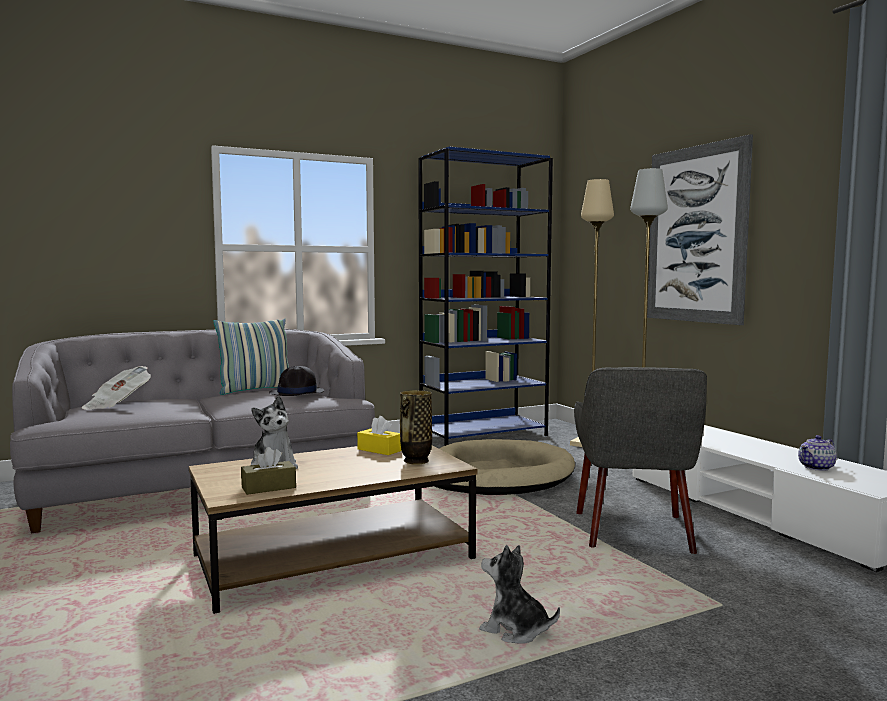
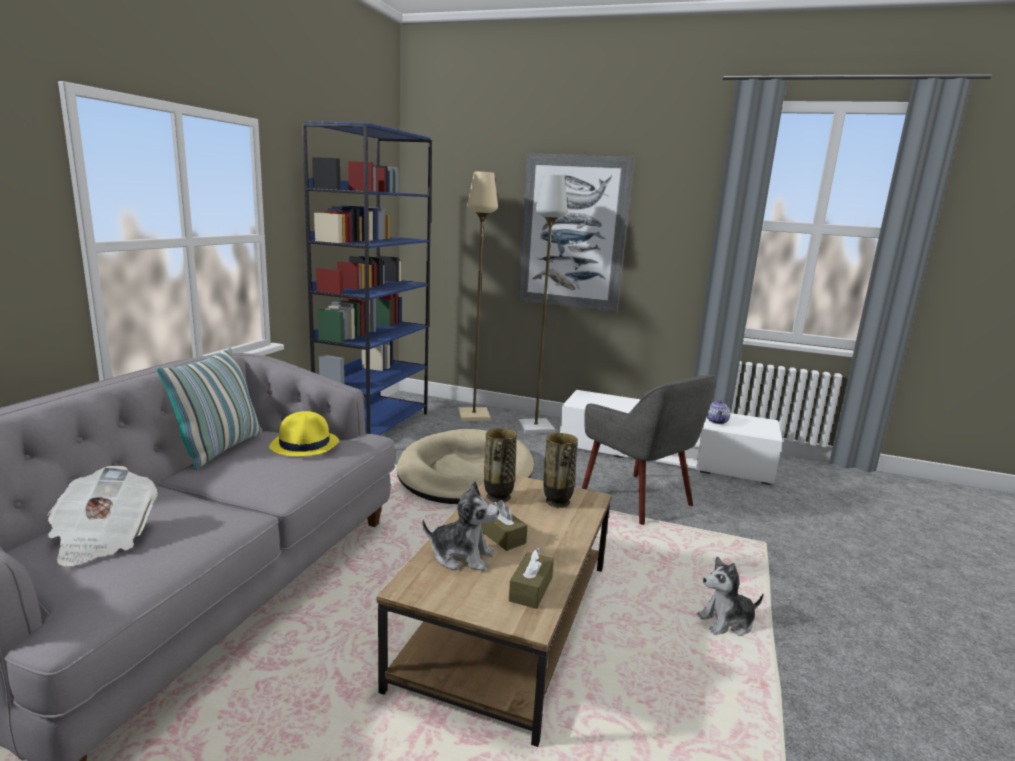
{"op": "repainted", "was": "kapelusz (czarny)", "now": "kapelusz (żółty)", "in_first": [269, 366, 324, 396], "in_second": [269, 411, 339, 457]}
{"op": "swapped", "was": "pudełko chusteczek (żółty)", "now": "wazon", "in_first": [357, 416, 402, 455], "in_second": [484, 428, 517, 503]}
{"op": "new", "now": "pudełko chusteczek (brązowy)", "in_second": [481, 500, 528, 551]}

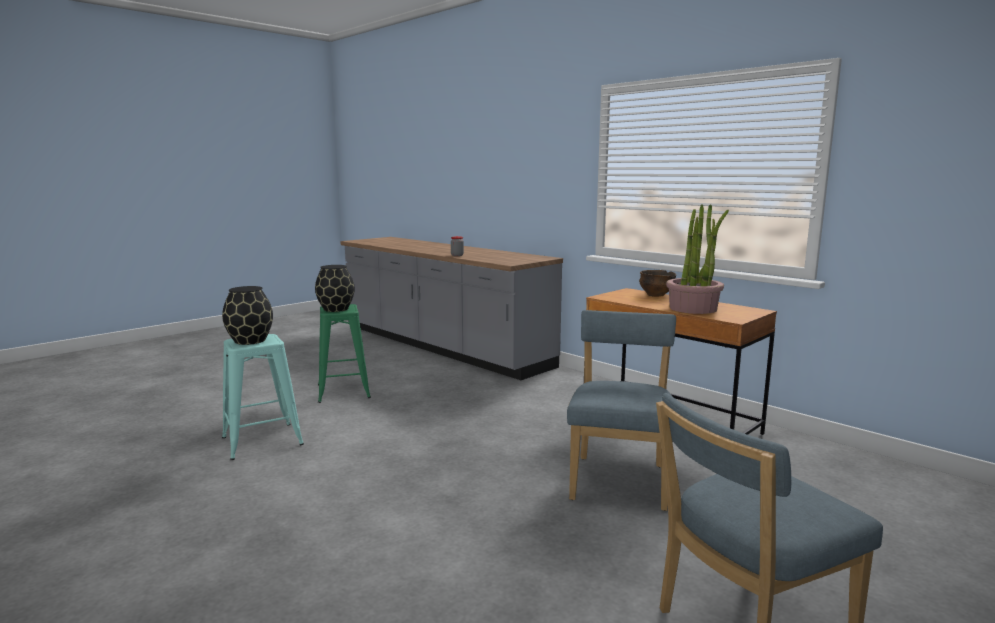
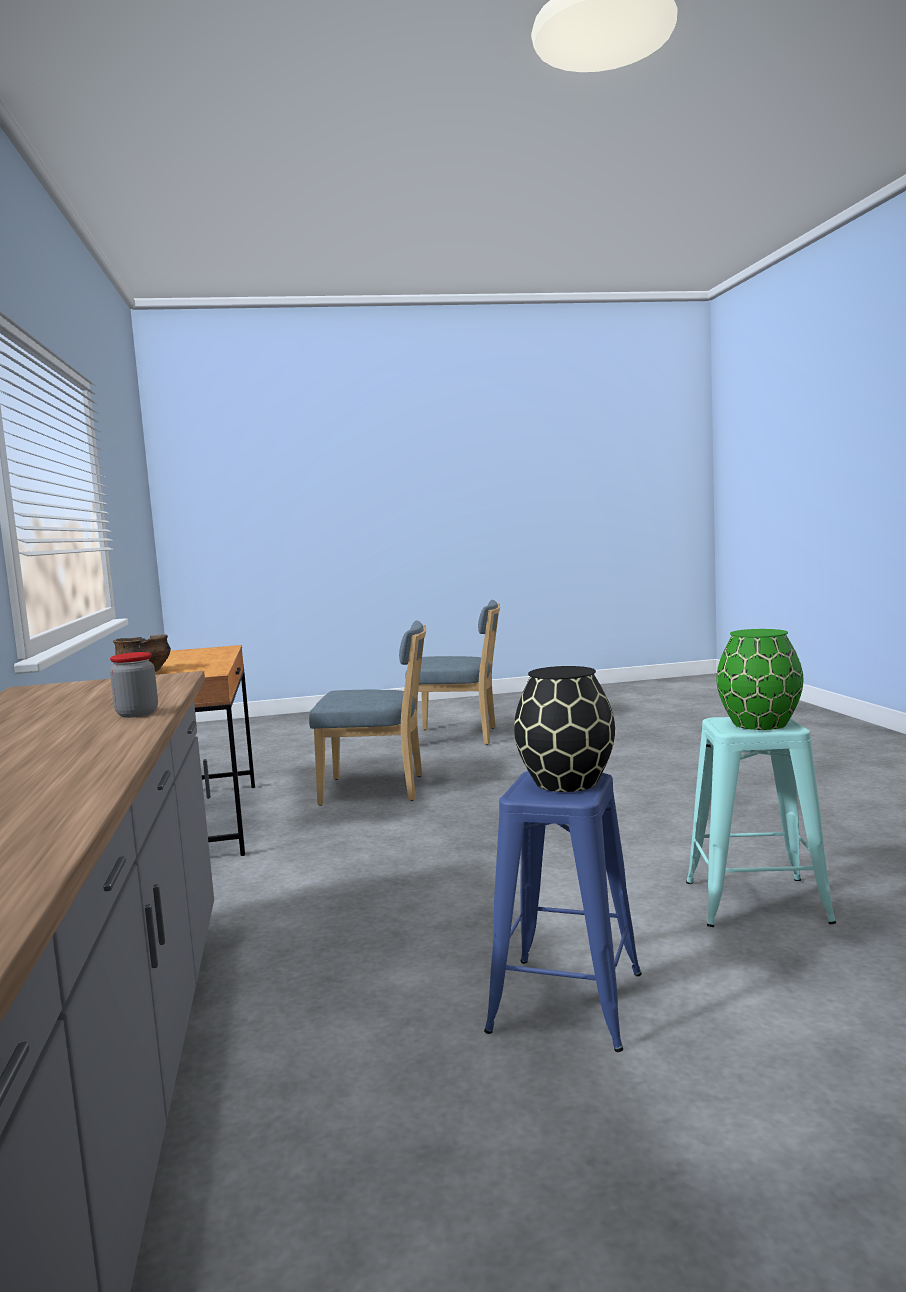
{"op": "gone", "was": "roślina doniczkowa", "in_first": [666, 204, 729, 314]}
{"op": "repainted", "was": "wazon (czarny)", "now": "wazon (zielony)", "in_first": [222, 286, 273, 345], "in_second": [716, 629, 803, 730]}
{"op": "repainted", "was": "stołek (zielony)", "now": "stołek (niebieski)", "in_first": [318, 304, 371, 403], "in_second": [484, 771, 642, 1052]}
{"op": "rotated", "was": "krzesło (niebieski)", "in_first": [567, 310, 676, 511], "in_second": [309, 620, 426, 806], "clockwise": -135}

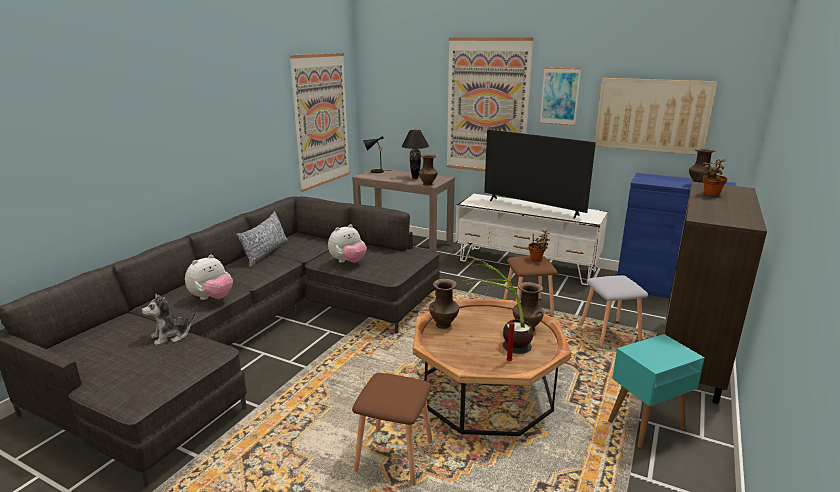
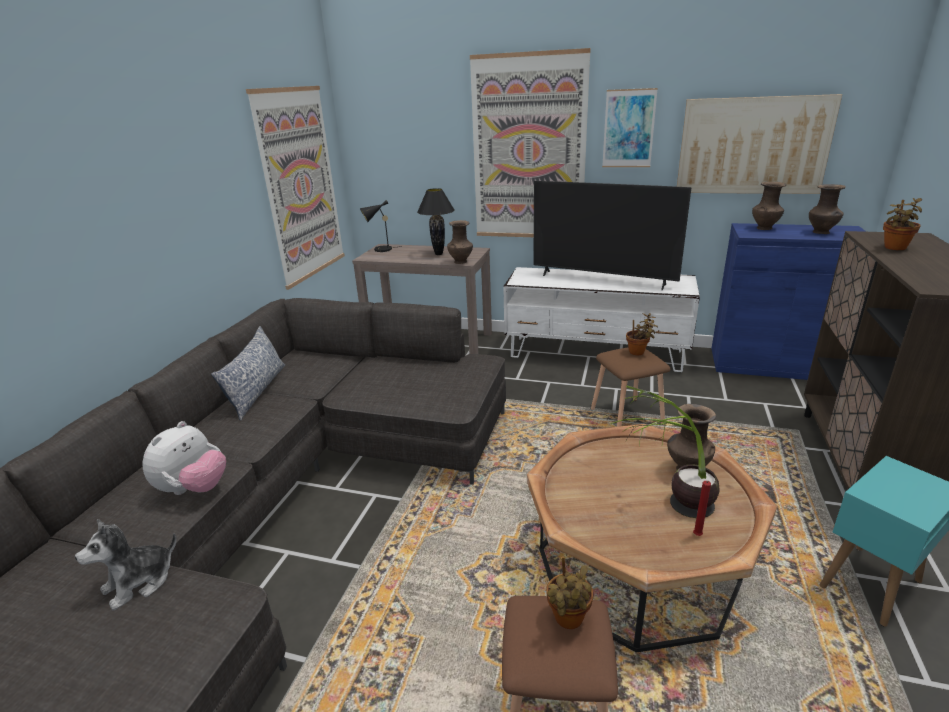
{"op": "gone", "was": "pluszak", "in_first": [328, 224, 367, 263]}
{"op": "gone", "was": "stołek (szary)", "in_first": [580, 275, 648, 347]}
{"op": "shifted", "was": "wazon (brązowy)", "in_first": [429, 279, 459, 329], "in_second": [752, 182, 786, 230]}
{"op": "new", "now": "roślina doniczkowa", "in_second": [546, 556, 593, 629]}

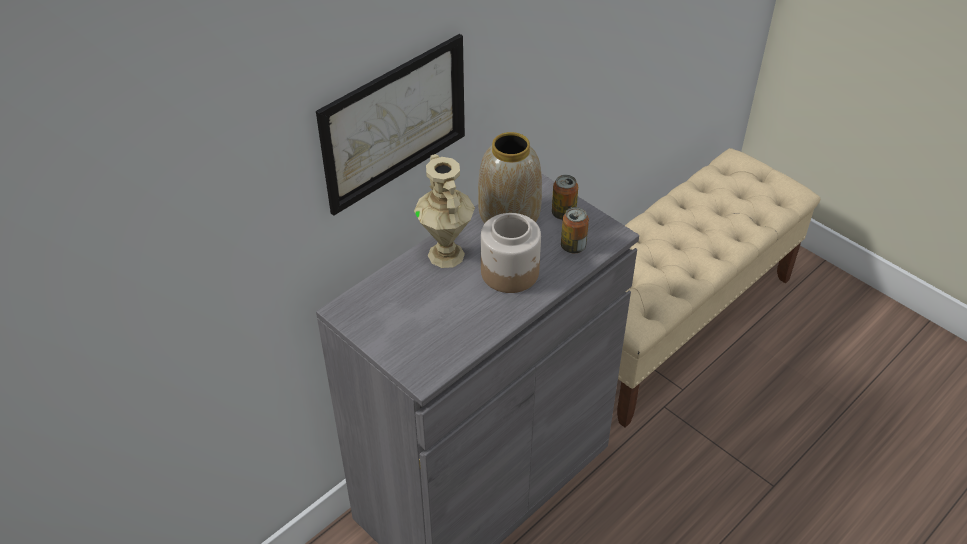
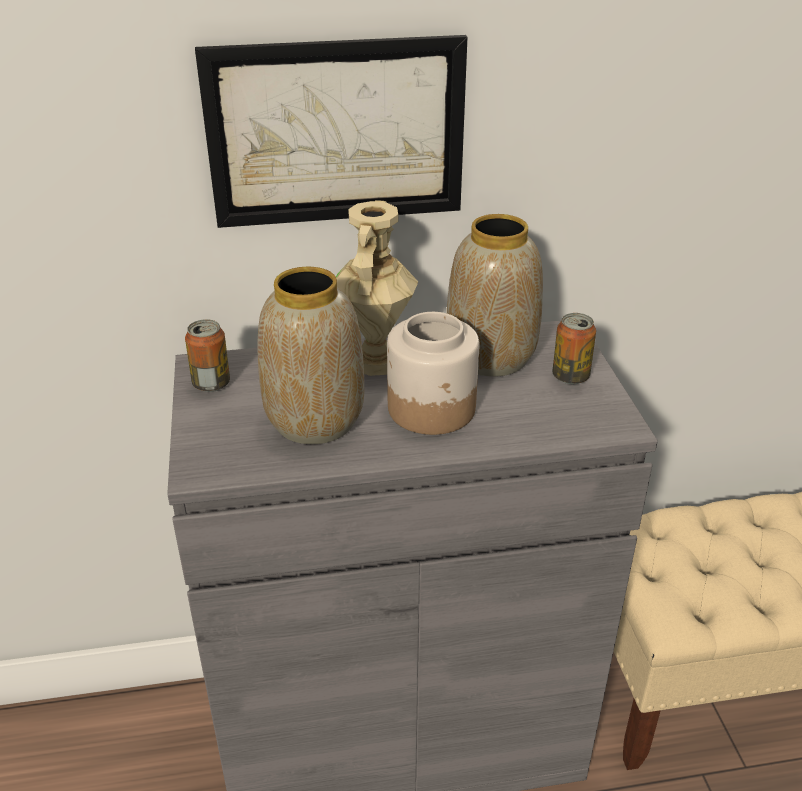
{"op": "shifted", "was": "puszka", "in_first": [561, 207, 589, 254], "in_second": [185, 319, 230, 392]}
{"op": "new", "now": "wazon", "in_second": [257, 267, 364, 444]}

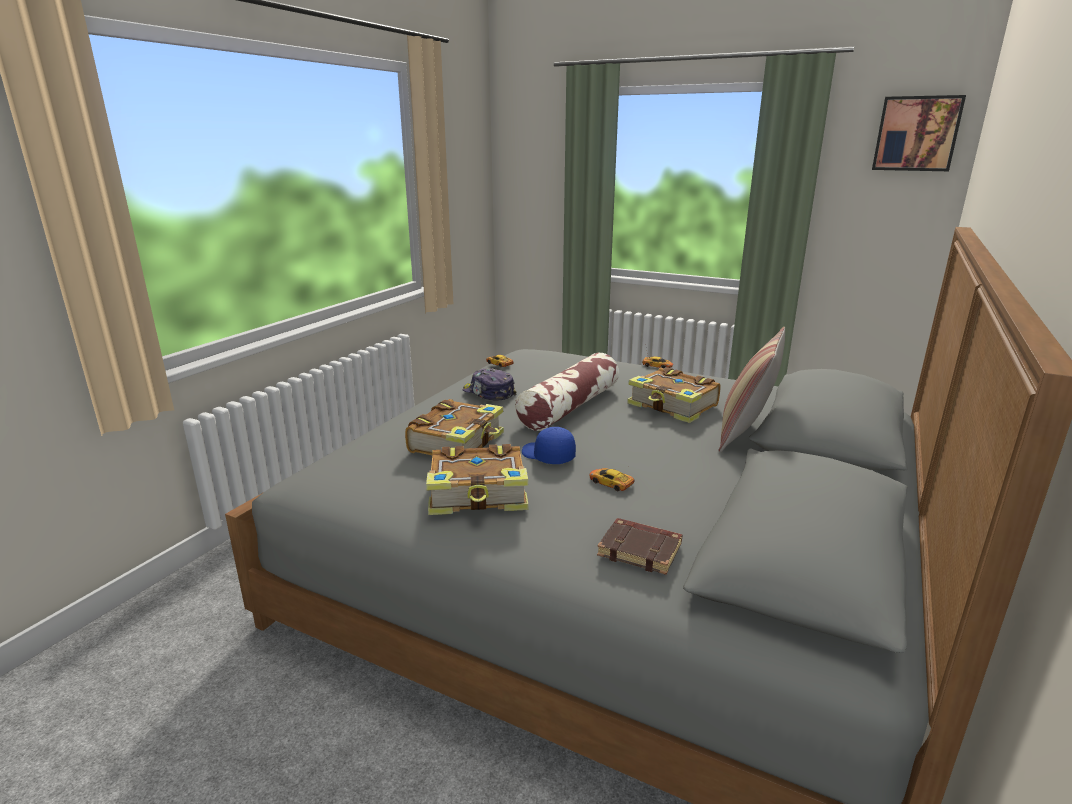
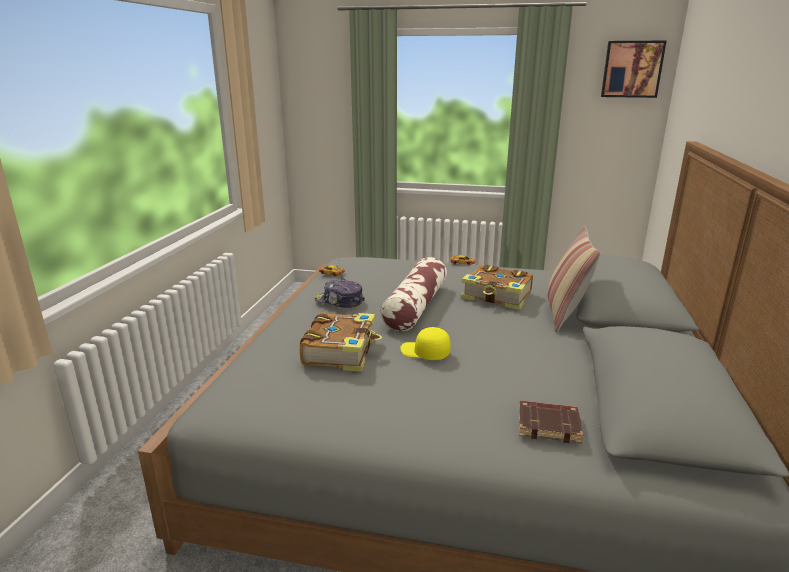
{"op": "repainted", "was": "czapka z daszkiem (niebieski)", "now": "czapka z daszkiem (żółty)", "in_first": [522, 427, 576, 464], "in_second": [400, 327, 451, 360]}
{"op": "gone", "was": "książka", "in_first": [426, 444, 528, 515]}
{"op": "gone", "was": "samochodzik", "in_first": [589, 467, 635, 491]}

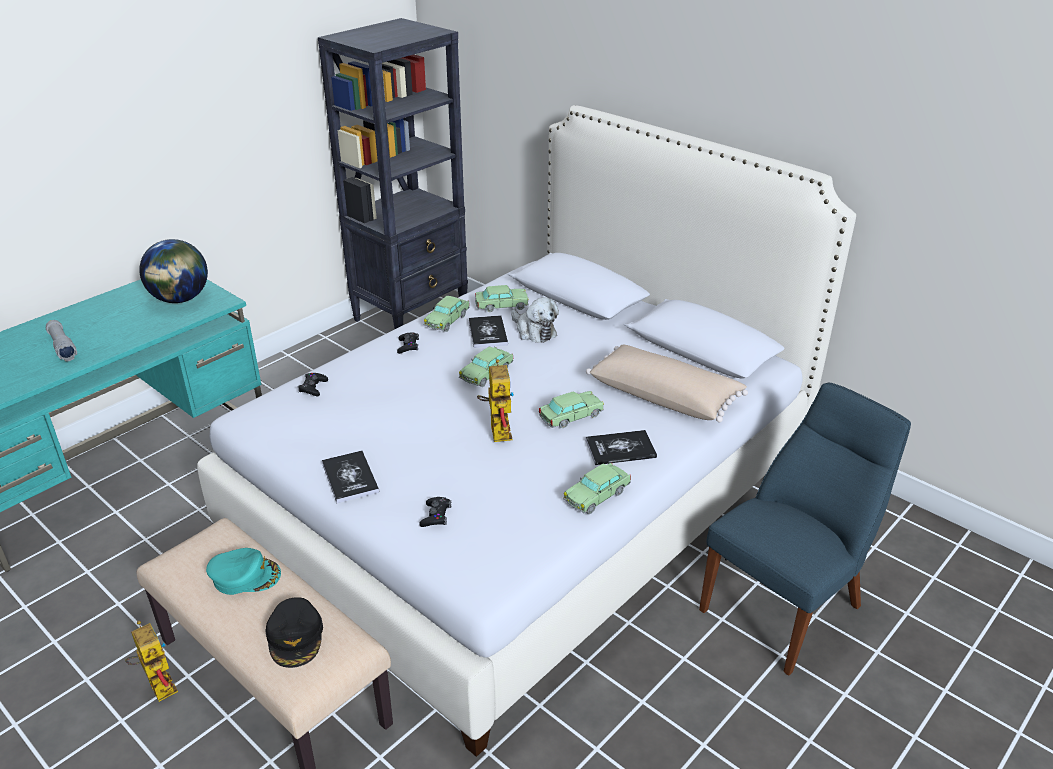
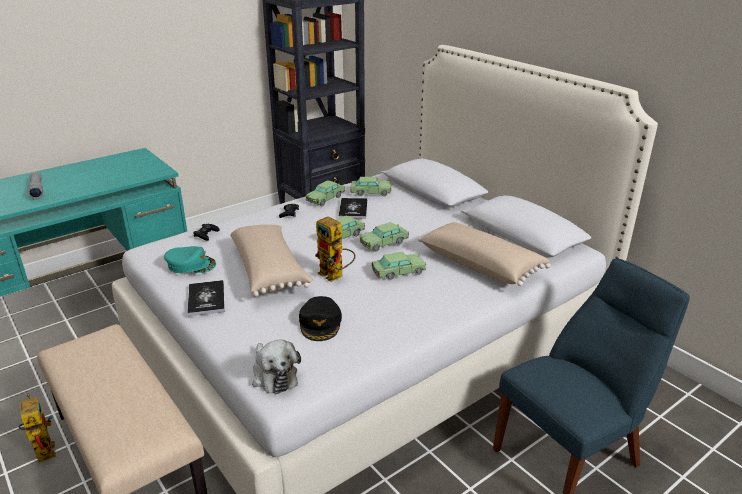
{"op": "gone", "was": "globus", "in_first": [139, 239, 208, 303]}
{"op": "shifted", "was": "pluszak", "in_first": [511, 297, 559, 343], "in_second": [252, 340, 301, 394]}
{"op": "rotated", "was": "robot zabawkowy", "in_first": [477, 359, 514, 442], "in_second": [315, 216, 356, 282], "clockwise": 135}
{"op": "gone", "was": "książka", "in_first": [585, 430, 657, 465]}
{"op": "shifted", "was": "samochodzik", "in_first": [563, 463, 631, 514], "in_second": [360, 222, 409, 252]}
{"op": "gone", "was": "pad do gier (czarny)", "in_first": [419, 497, 451, 527]}
{"op": "shifted", "was": "czapka z daszkiem (turkusowy)", "in_first": [206, 548, 281, 595], "in_second": [164, 246, 216, 273]}
{"op": "shifted", "was": "czapka z daszkiem (czarny)", "in_first": [265, 597, 323, 668], "in_second": [299, 296, 342, 341]}
{"op": "new", "now": "poduszka (beżowy)", "in_second": [230, 225, 313, 297]}

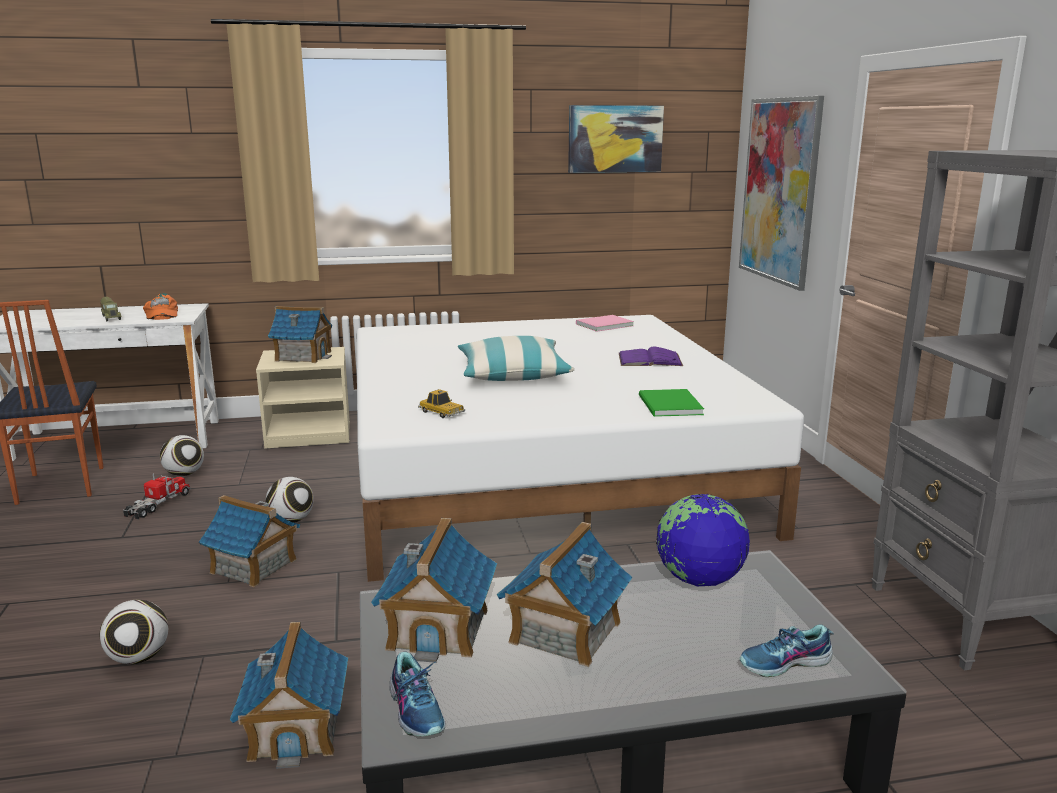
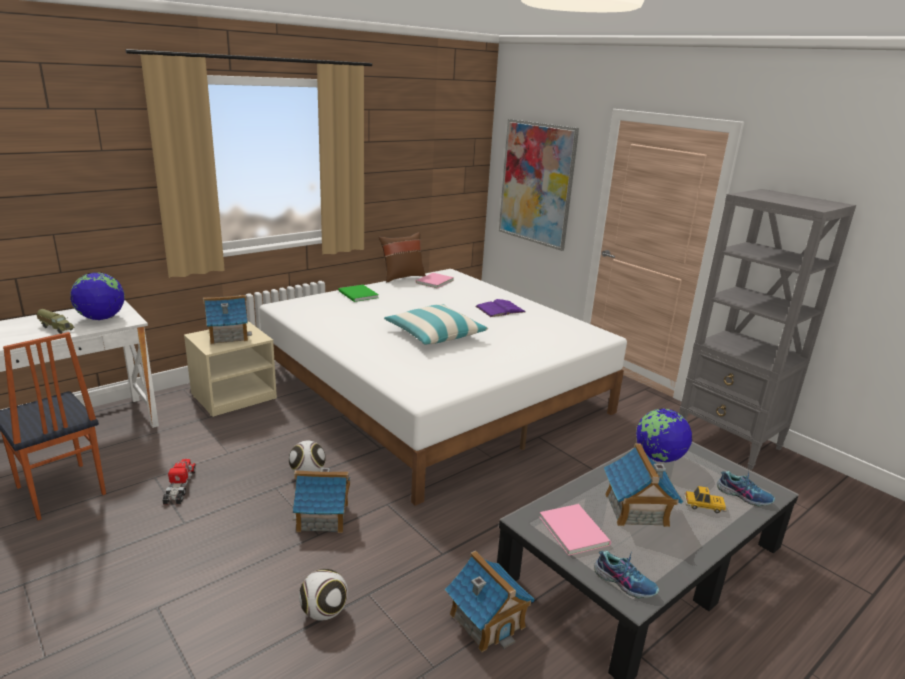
{"op": "gone", "was": "obraz", "in_first": [568, 105, 664, 173]}
{"op": "swapped", "was": "czapka z daszkiem (pomarańczowy)", "now": "globus", "in_first": [143, 293, 178, 320], "in_second": [70, 273, 125, 320]}
{"op": "shifted", "was": "samochodzik", "in_first": [418, 389, 465, 418], "in_second": [684, 486, 726, 513]}
{"op": "shifted", "was": "książka (zielony)", "in_first": [639, 389, 704, 417], "in_second": [338, 285, 379, 302]}
{"op": "gone", "was": "piłka futbolowa", "in_first": [160, 435, 204, 476]}
{"op": "swapped", "was": "domek", "now": "książka (różowy)", "in_first": [371, 518, 497, 663], "in_second": [539, 504, 611, 556]}
{"op": "rotated", "was": "but", "in_first": [740, 624, 834, 677], "in_second": [717, 471, 775, 506], "clockwise": -105}
{"op": "new", "now": "poduszka (brązowy)", "in_second": [379, 232, 426, 282]}

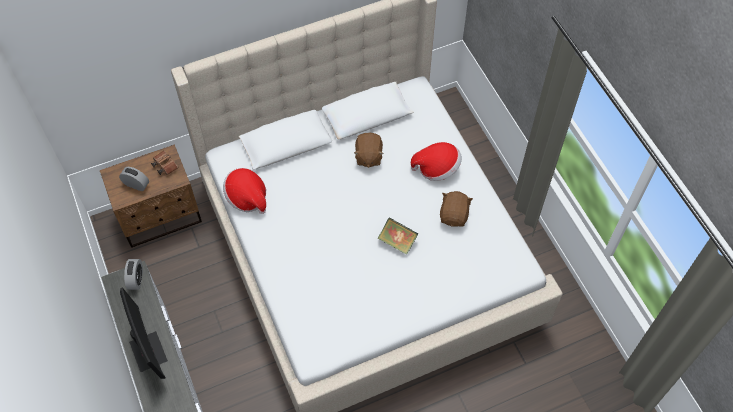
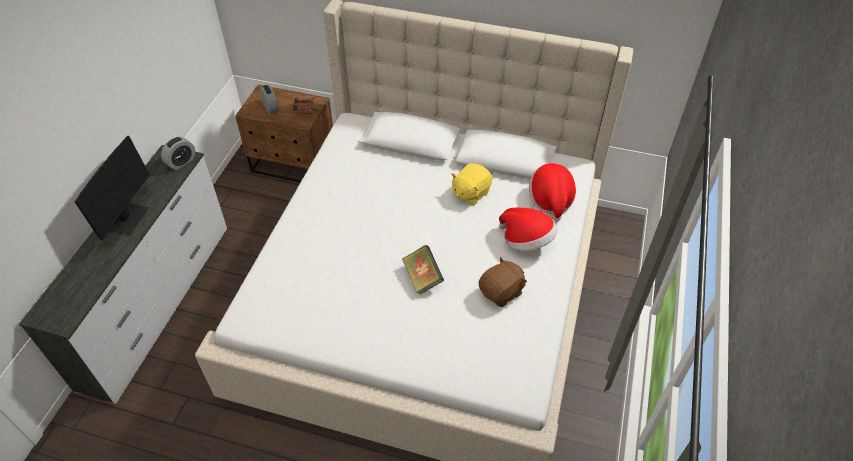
{"op": "repainted", "was": "pluszak (brązowy)", "now": "pluszak (żółty)", "in_first": [354, 133, 384, 168], "in_second": [451, 163, 493, 205]}
{"op": "shifted", "was": "kapelusz", "in_first": [223, 168, 266, 214], "in_second": [529, 163, 576, 221]}

